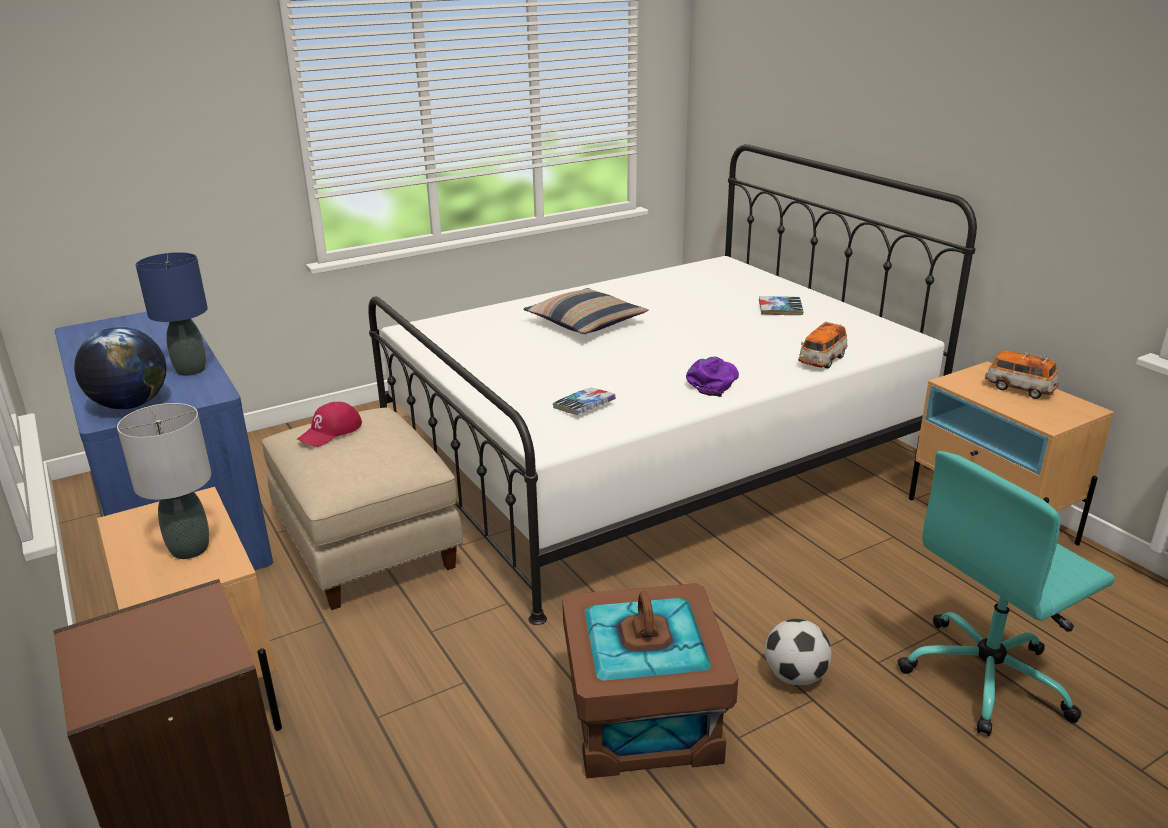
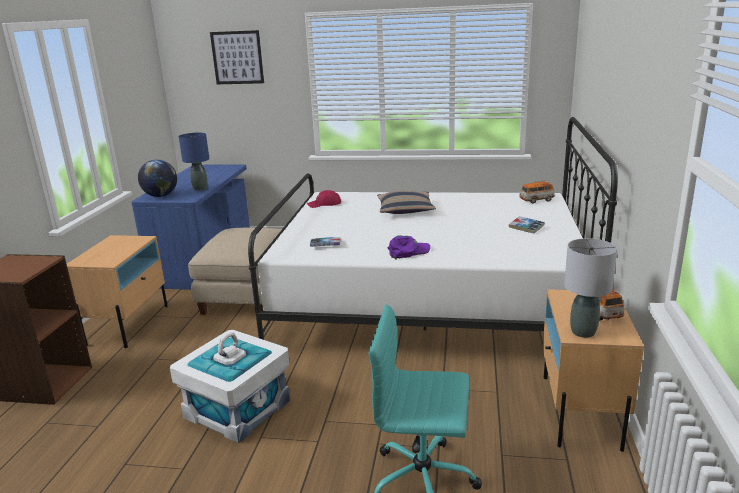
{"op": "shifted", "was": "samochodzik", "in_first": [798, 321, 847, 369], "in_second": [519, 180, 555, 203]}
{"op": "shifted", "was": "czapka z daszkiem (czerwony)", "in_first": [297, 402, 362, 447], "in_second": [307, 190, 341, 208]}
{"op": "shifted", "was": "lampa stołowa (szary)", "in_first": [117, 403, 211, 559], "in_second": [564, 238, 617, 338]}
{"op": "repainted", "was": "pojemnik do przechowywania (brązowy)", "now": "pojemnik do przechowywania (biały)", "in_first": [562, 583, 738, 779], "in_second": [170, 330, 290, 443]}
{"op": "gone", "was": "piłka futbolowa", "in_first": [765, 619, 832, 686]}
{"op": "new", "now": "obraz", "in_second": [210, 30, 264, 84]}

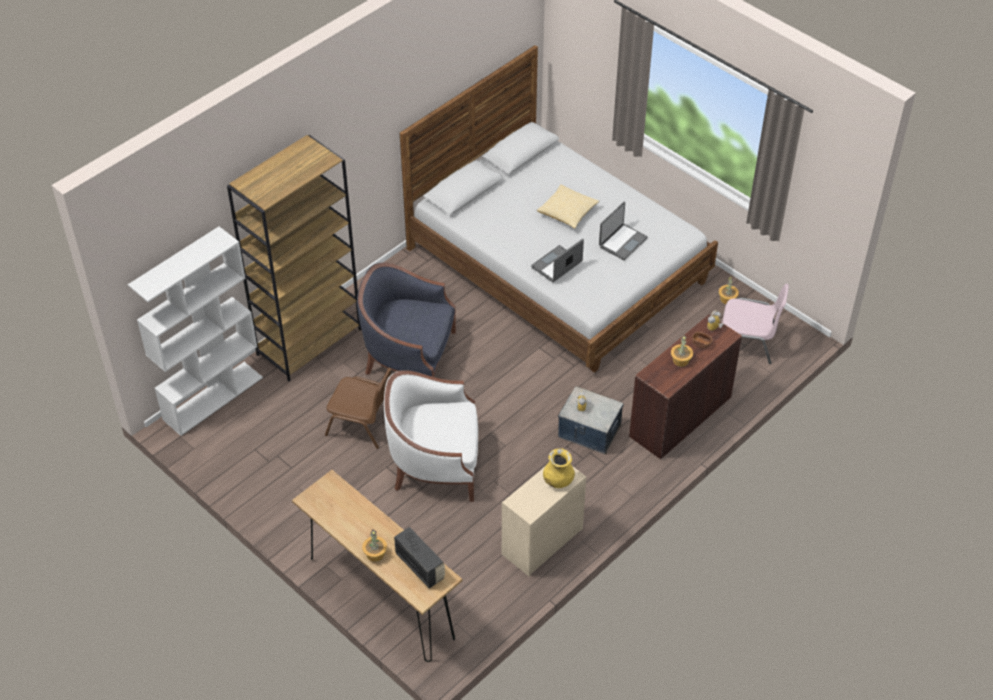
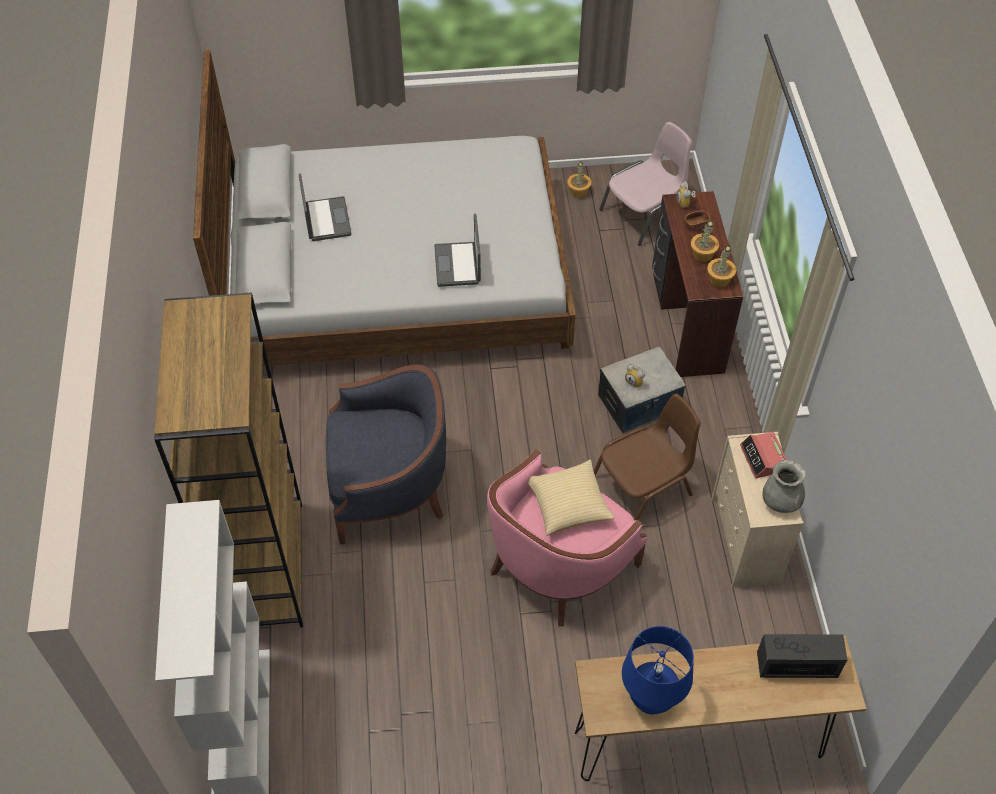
{"op": "shifted", "was": "poduszka", "in_first": [537, 184, 599, 228], "in_second": [528, 460, 614, 536]}
{"op": "shifted", "was": "laptop", "in_first": [599, 202, 648, 260], "in_second": [299, 174, 351, 241]}
{"op": "rotated", "was": "fotel (niebieski)", "in_first": [357, 263, 456, 377], "in_second": [326, 364, 446, 545], "clockwise": -150}
{"op": "shifted", "was": "krzesło (brązowy)", "in_first": [325, 368, 391, 449], "in_second": [594, 394, 701, 521]}
{"op": "repainted", "was": "fotel (biały)", "now": "fotel (różowy)", "in_first": [384, 370, 478, 502], "in_second": [487, 450, 647, 626]}
{"op": "swapped", "was": "wazon (żółty)", "now": "budzik", "in_first": [543, 448, 575, 488], "in_second": [740, 432, 787, 478]}
{"op": "shifted", "was": "roślina doniczkowa", "in_first": [362, 529, 387, 562], "in_second": [707, 245, 736, 287]}
{"op": "new", "now": "wazon (szary)", "in_second": [763, 460, 806, 513]}
{"op": "new", "now": "lampa stołowa (niebieski)", "in_second": [622, 626, 694, 715]}

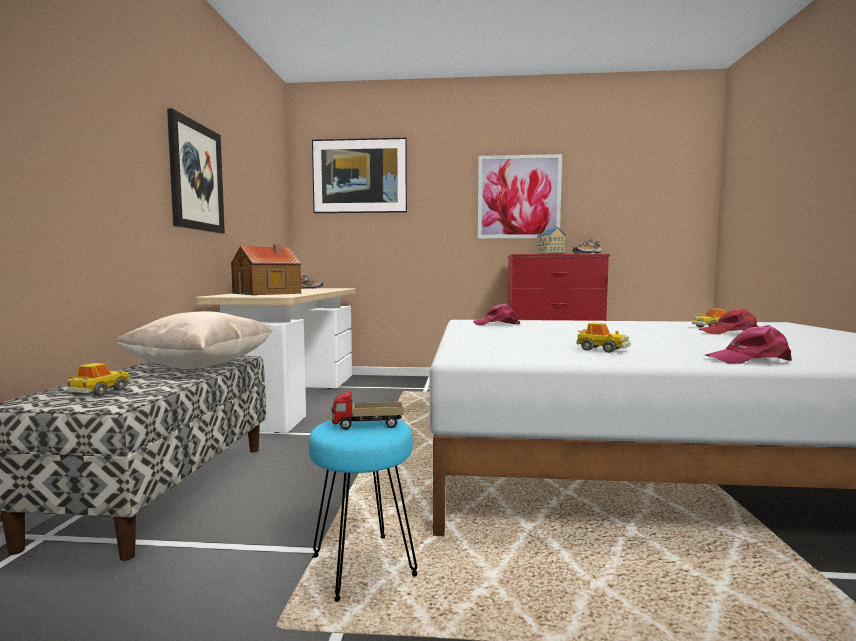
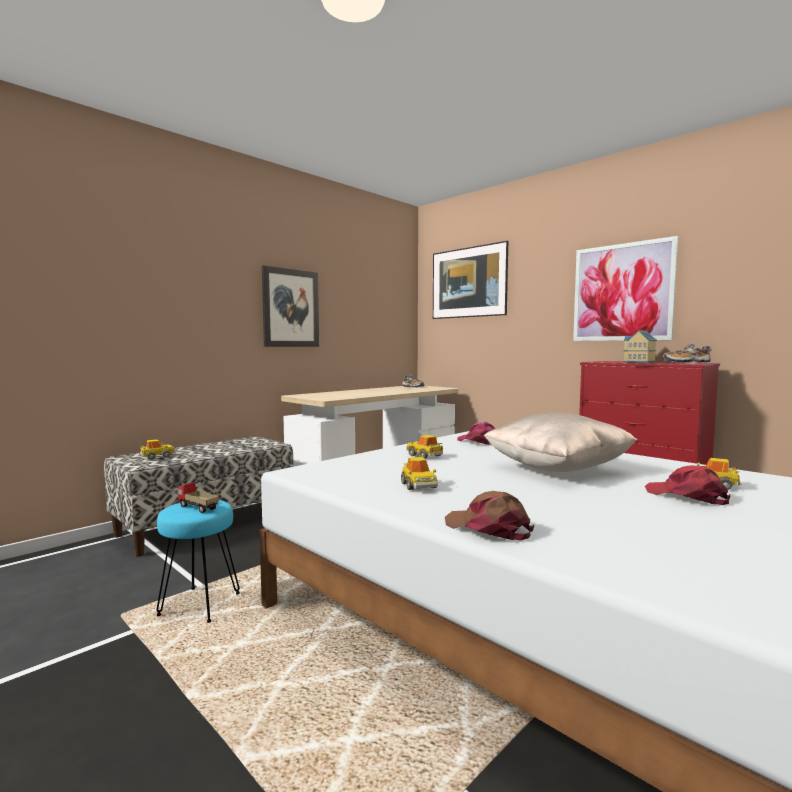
{"op": "gone", "was": "domek", "in_first": [231, 244, 301, 295]}
{"op": "shifted", "was": "poduszka (beżowy)", "in_first": [115, 311, 274, 369], "in_second": [484, 413, 638, 472]}
{"op": "repainted", "was": "czapka z daszkiem (różowy)", "now": "czapka z daszkiem (brązowy)", "in_first": [706, 325, 792, 364], "in_second": [445, 491, 534, 541]}
{"op": "new", "now": "samochodzik", "in_second": [406, 435, 443, 459]}

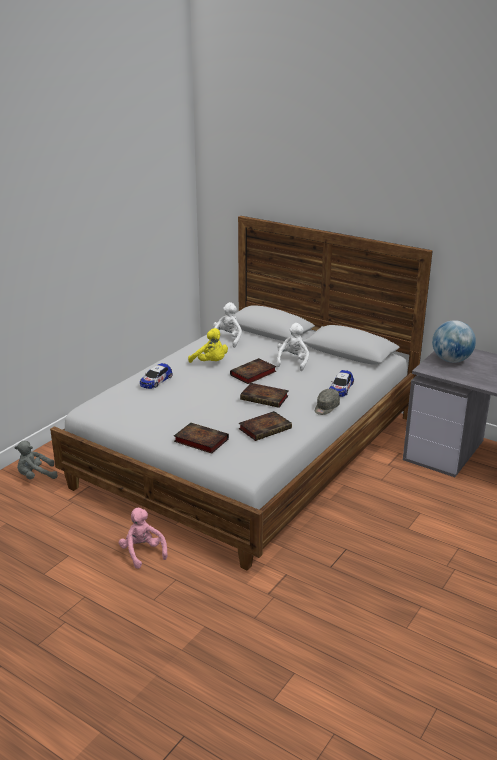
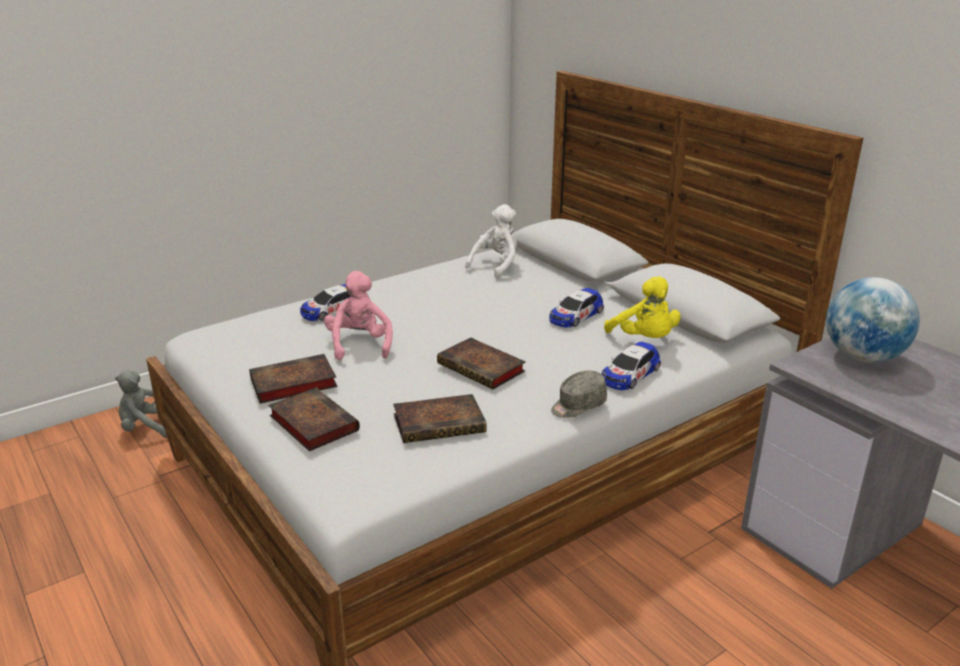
{"op": "swapped", "was": "pluszak (biały)", "now": "samochodzik", "in_first": [276, 323, 309, 371], "in_second": [549, 288, 604, 327]}
{"op": "shifted", "was": "pluszak (żółty)", "in_first": [188, 328, 228, 363], "in_second": [604, 276, 681, 338]}
{"op": "shifted", "was": "książka", "in_first": [230, 358, 276, 384], "in_second": [249, 354, 337, 404]}
{"op": "shifted", "was": "pluszak (różowy)", "in_first": [119, 508, 168, 569], "in_second": [324, 271, 393, 360]}

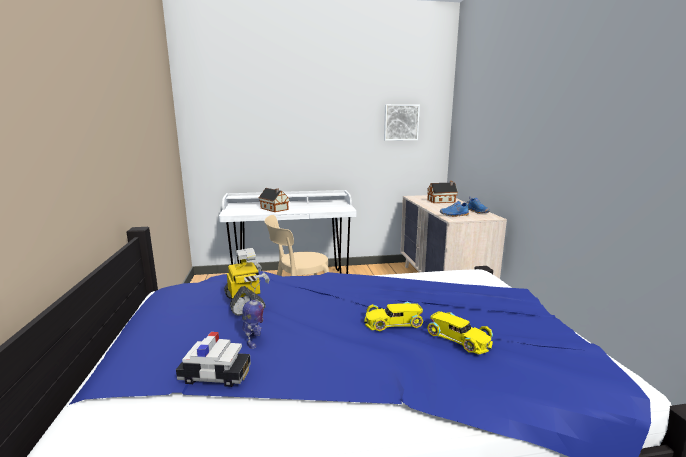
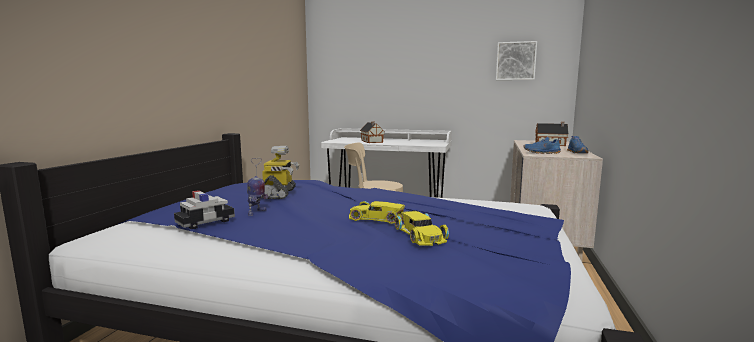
{"op": "rotated", "was": "samochodzik", "in_first": [176, 332, 251, 387], "in_second": [174, 190, 235, 229], "clockwise": -75}

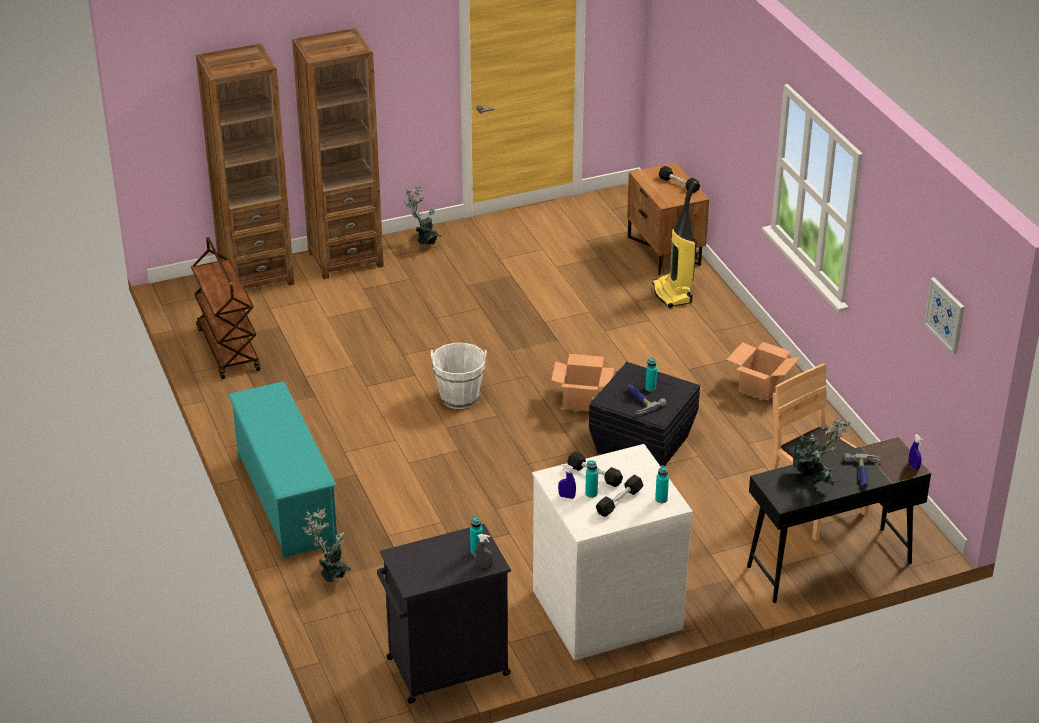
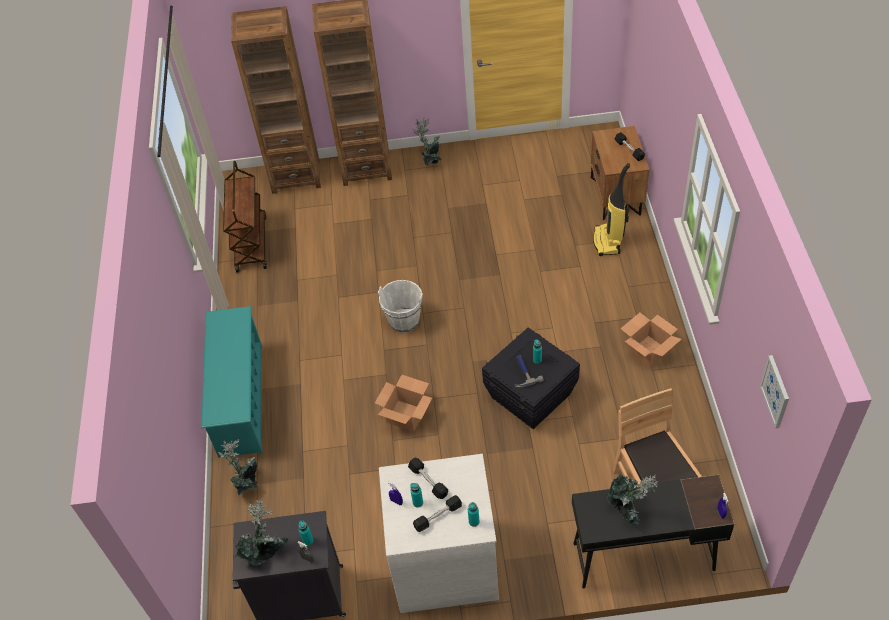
{"op": "shifted", "was": "karton", "in_first": [551, 354, 614, 411], "in_second": [375, 375, 432, 432]}
{"op": "gone", "was": "młotek", "in_first": [844, 453, 883, 488]}
{"op": "new", "now": "roślina doniczkowa", "in_second": [234, 499, 289, 566]}

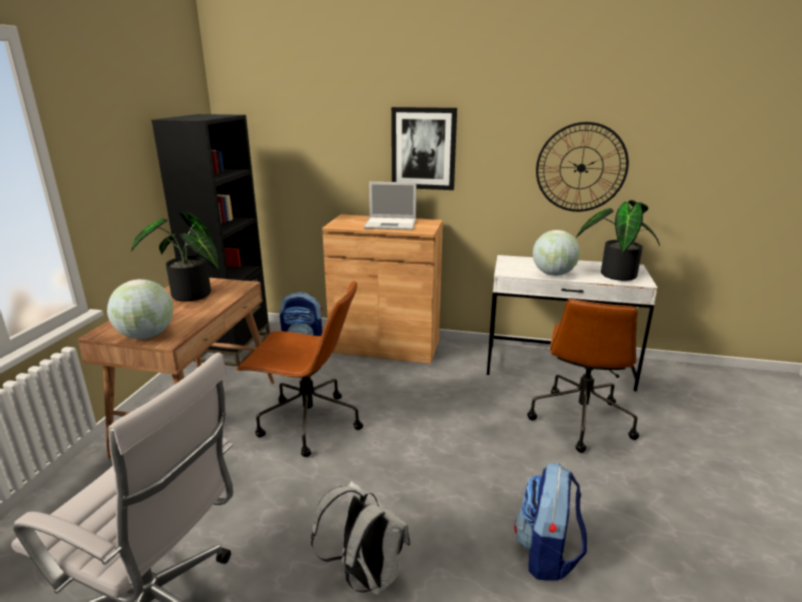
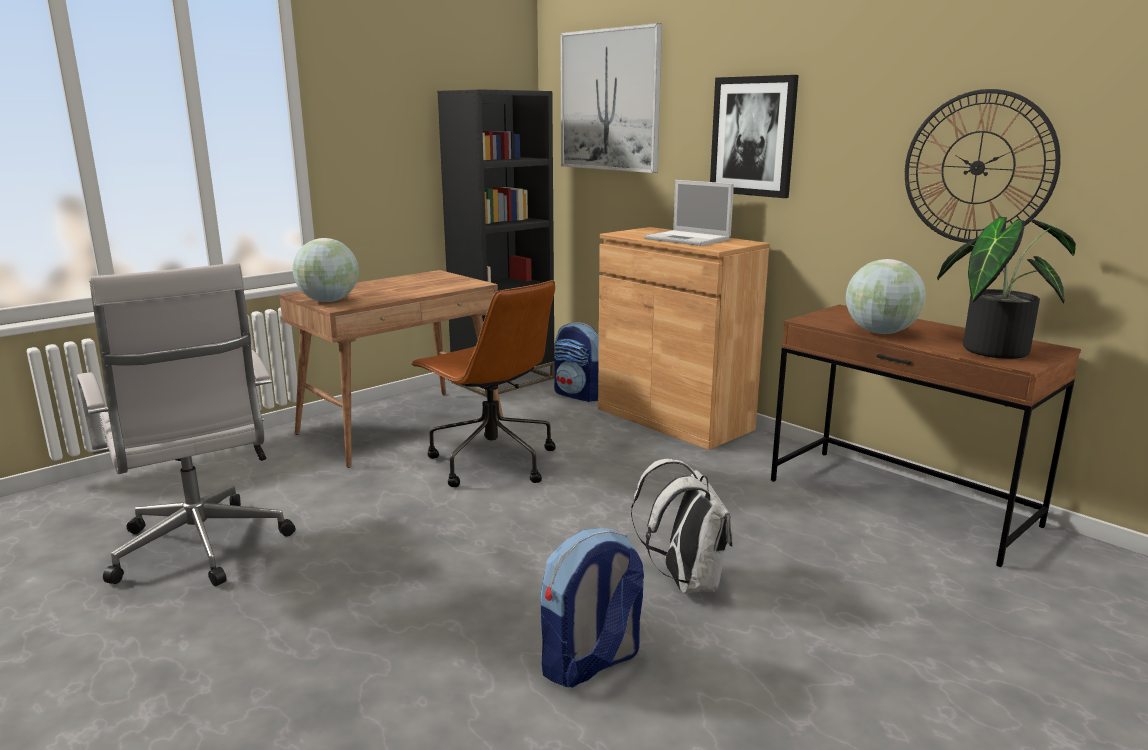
{"op": "gone", "was": "roślina doniczkowa", "in_first": [131, 212, 219, 302]}
{"op": "repainted", "was": "biurko (biały)", "now": "biurko (brązowy)", "in_first": [487, 255, 658, 391], "in_second": [771, 304, 1081, 567]}
{"op": "gone", "was": "krzesło biurowe (brązowy)", "in_first": [527, 299, 639, 453]}
{"op": "shifted", "was": "plecak (biały)", "in_first": [311, 481, 410, 595], "in_second": [631, 459, 733, 593]}
{"op": "new", "now": "obraz", "in_second": [560, 23, 662, 173]}

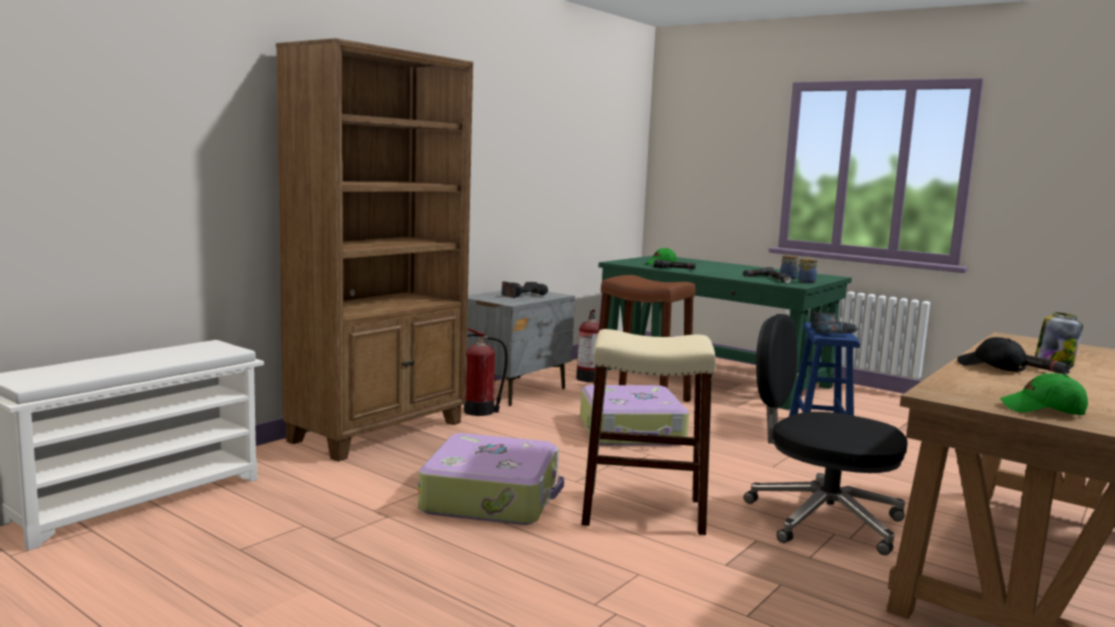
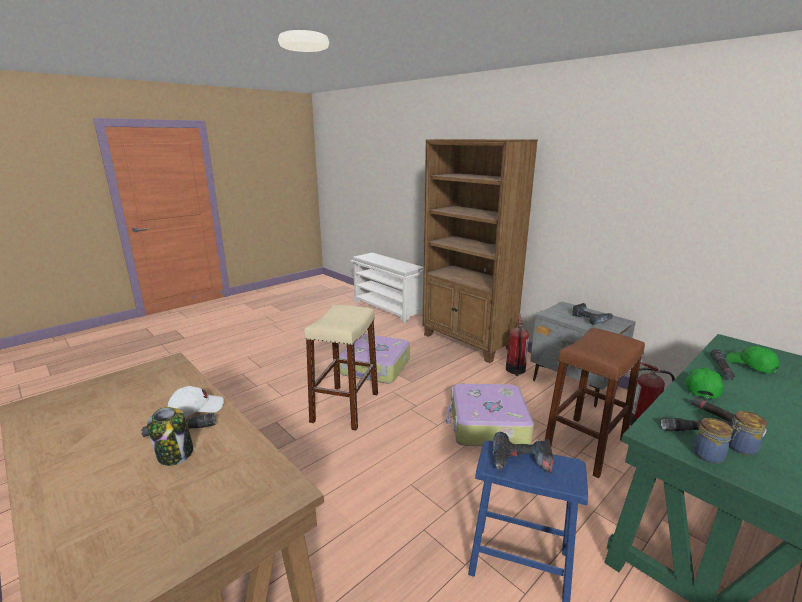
{"op": "gone", "was": "krzesło biurowe (czarny)", "in_first": [744, 314, 907, 555]}
{"op": "repainted", "was": "czapka z daszkiem (czarny)", "now": "czapka z daszkiem (biały)", "in_first": [957, 337, 1027, 372], "in_second": [168, 386, 224, 417]}
{"op": "shifted", "was": "czapka z daszkiem (zielony)", "in_first": [1000, 373, 1088, 415], "in_second": [685, 368, 723, 399]}

